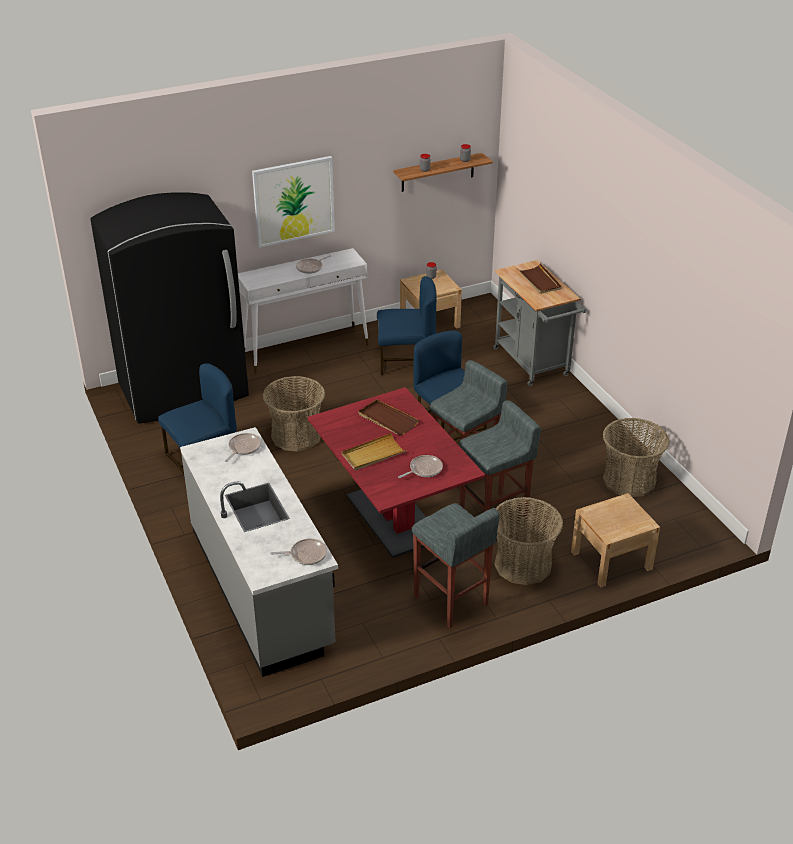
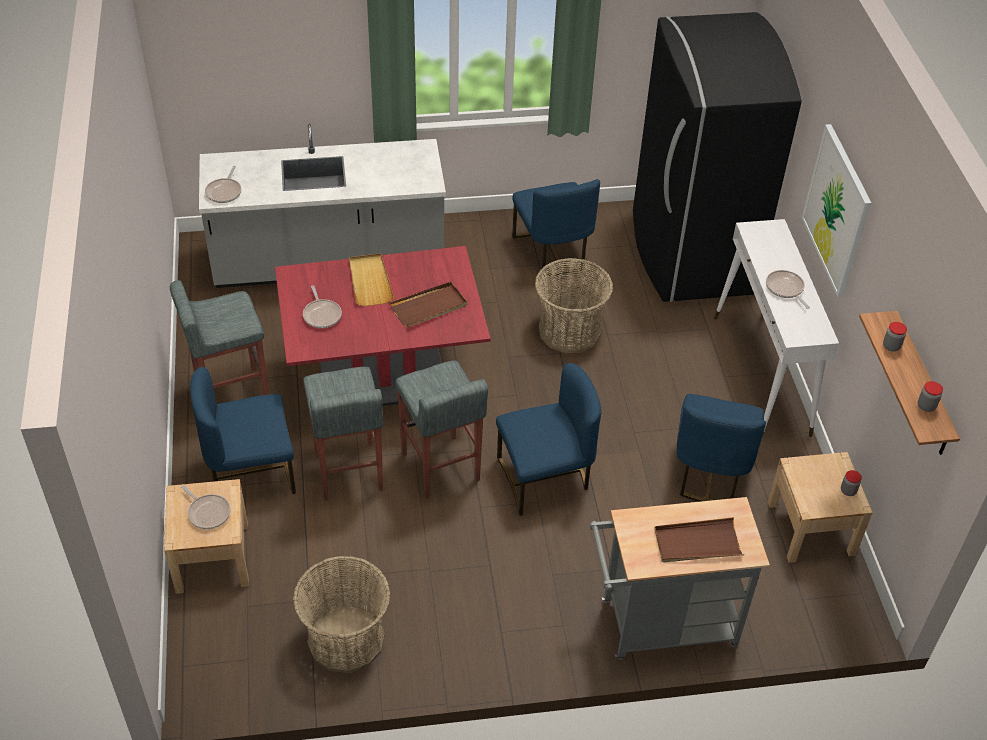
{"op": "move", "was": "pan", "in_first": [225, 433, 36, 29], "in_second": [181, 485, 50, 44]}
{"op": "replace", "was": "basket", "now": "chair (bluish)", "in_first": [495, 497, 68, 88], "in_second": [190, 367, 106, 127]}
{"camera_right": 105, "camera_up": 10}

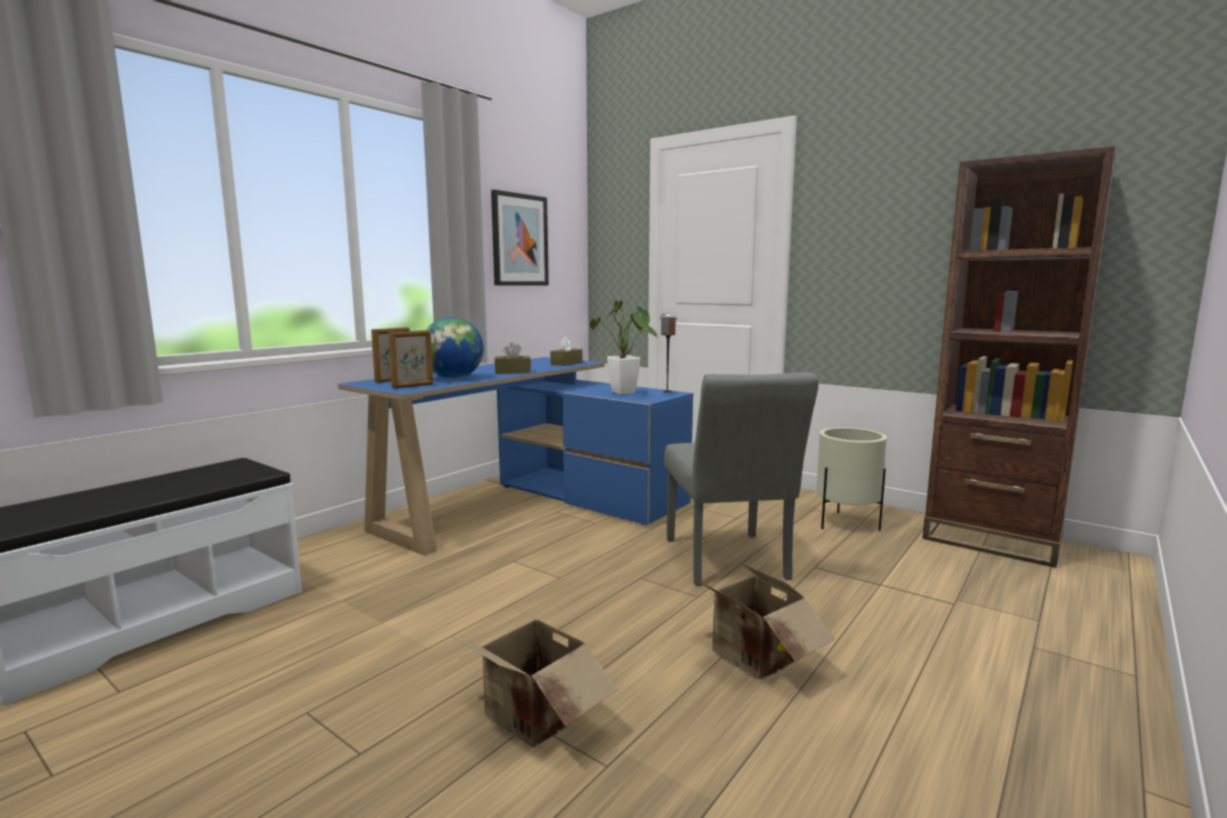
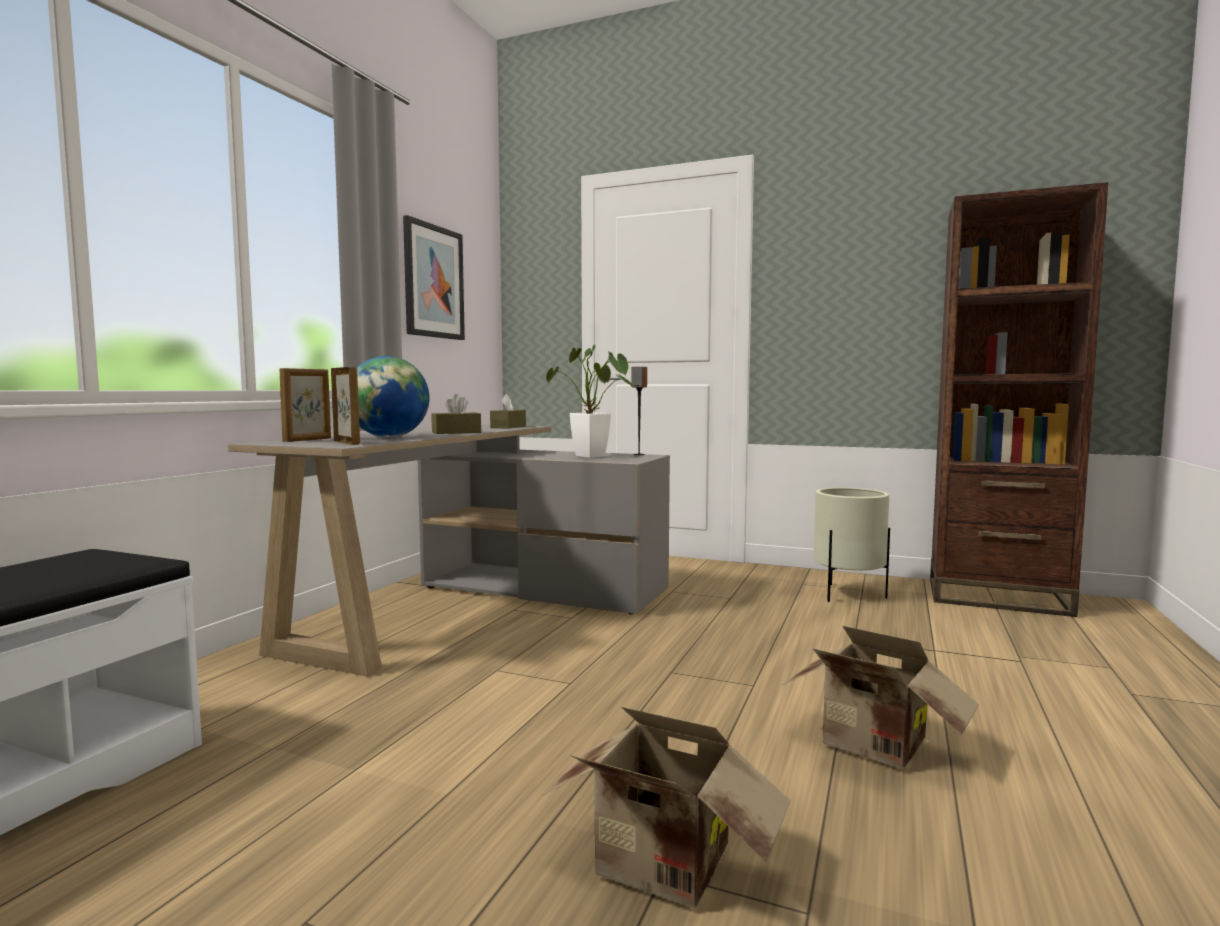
{"op": "delete", "was": "chair (gray)", "in_first": [664, 372, 154, 214]}
{"op": "recolor", "was": "desk table (bluish)", "now": "desk table (gray)", "in_first": [338, 357, 356, 199], "in_second": [228, 425, 442, 252]}
{"op": "rotate", "was": "photo frame", "in_first": [388, 330, 45, 59], "in_second": [331, 367, 29, 78], "clockwise": -75}
{"camera_right": -15, "camera_up": -5}

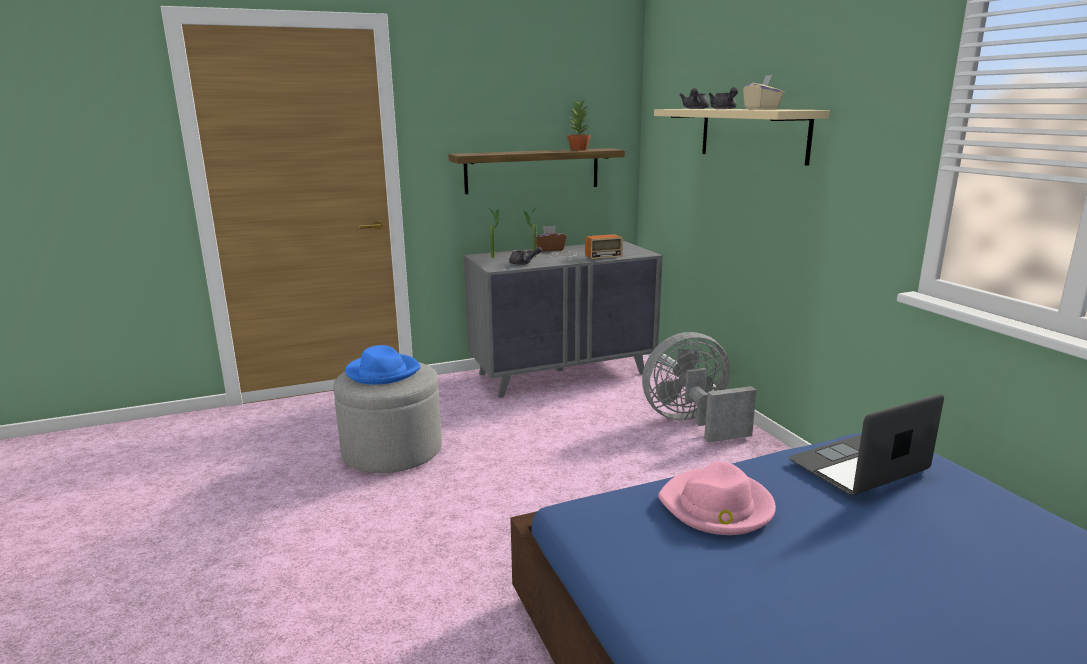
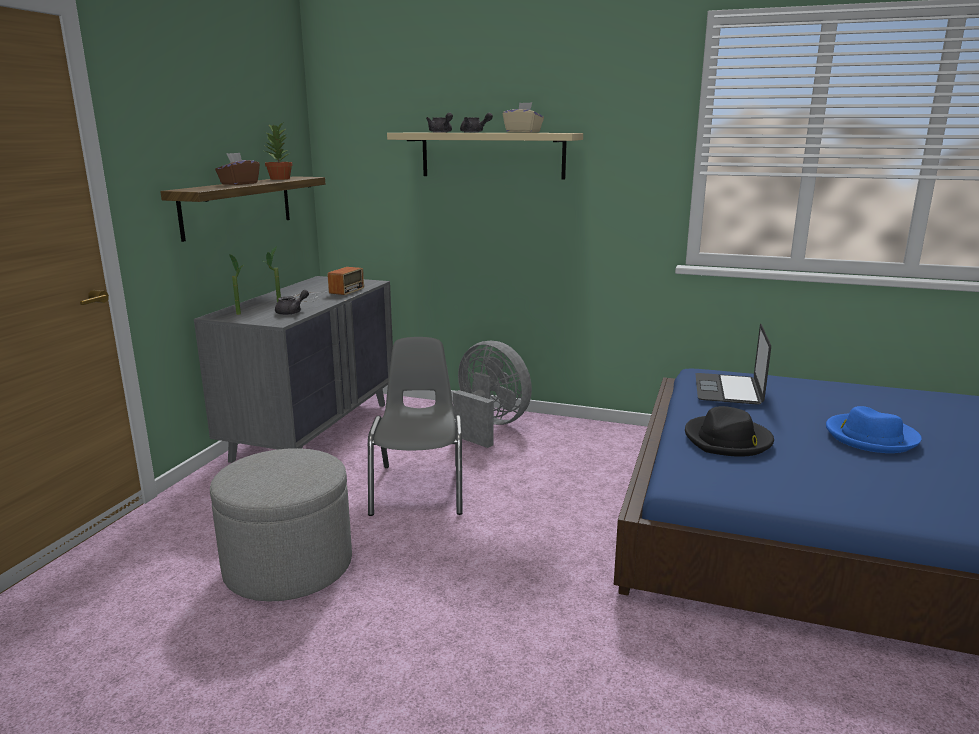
{"op": "insert", "now": "chair (gray)", "in_second": [368, 337, 94, 179]}
{"op": "move", "was": "hat (bluish)", "in_first": [345, 345, 75, 40], "in_second": [826, 406, 96, 47]}
{"op": "move", "was": "tissue holder (brown-coloured)", "in_first": [536, 225, 31, 27], "in_second": [215, 153, 45, 32]}
{"op": "recolor", "was": "hat (pink)", "now": "hat (black-coloured)", "in_first": [658, 462, 118, 73], "in_second": [685, 406, 89, 51]}
{"op": "rotate", "was": "cooling fan (gray)", "in_first": [642, 332, 115, 110], "in_second": [453, 341, 79, 107], "clockwise": 105}
{"camera_right": -50, "camera_up": 0}

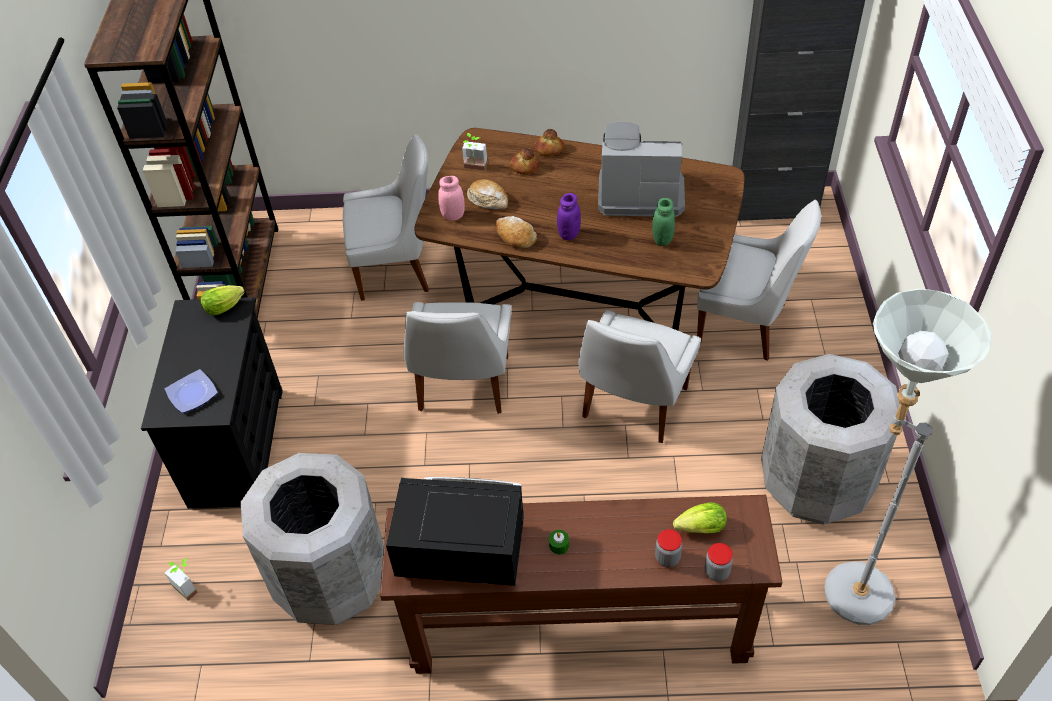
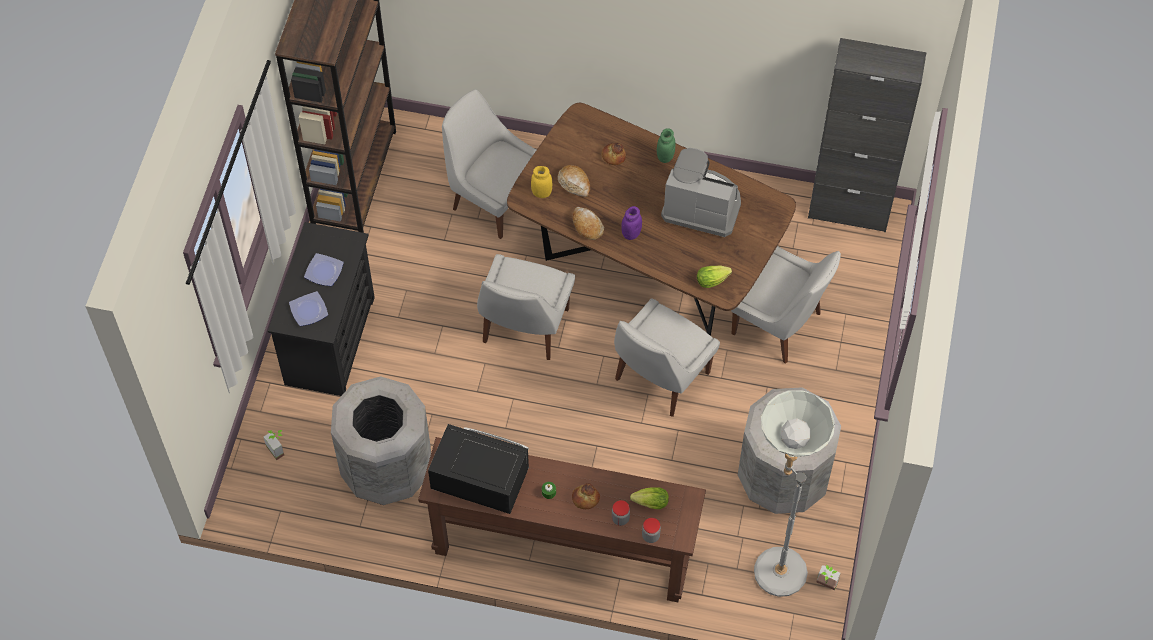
{"op": "insert", "now": "plate", "in_second": [304, 253, 40, 33]}
{"op": "move", "was": "head of lettuce", "in_first": [201, 285, 44, 30], "in_second": [697, 265, 35, 23]}
{"op": "move", "was": "potted plant", "in_first": [462, 133, 26, 38], "in_second": [817, 564, 24, 26]}
{"op": "move", "was": "baked bread", "in_first": [535, 129, 28, 27], "in_second": [572, 483, 28, 26]}
{"op": "move", "was": "storage jar (green)", "in_first": [652, 198, 23, 48], "in_second": [657, 128, 18, 35]}
{"op": "recolor", "was": "storage jar (pink)", "now": "storage jar (yellow-coloured)", "in_first": [438, 176, 27, 44], "in_second": [531, 166, 21, 32]}
{"op": "rotate", "was": "chair (white-coloured)", "in_first": [343, 134, 86, 167], "in_second": [442, 90, 94, 149], "clockwise": -150}
{"camera_right": 10, "camera_up": 10}

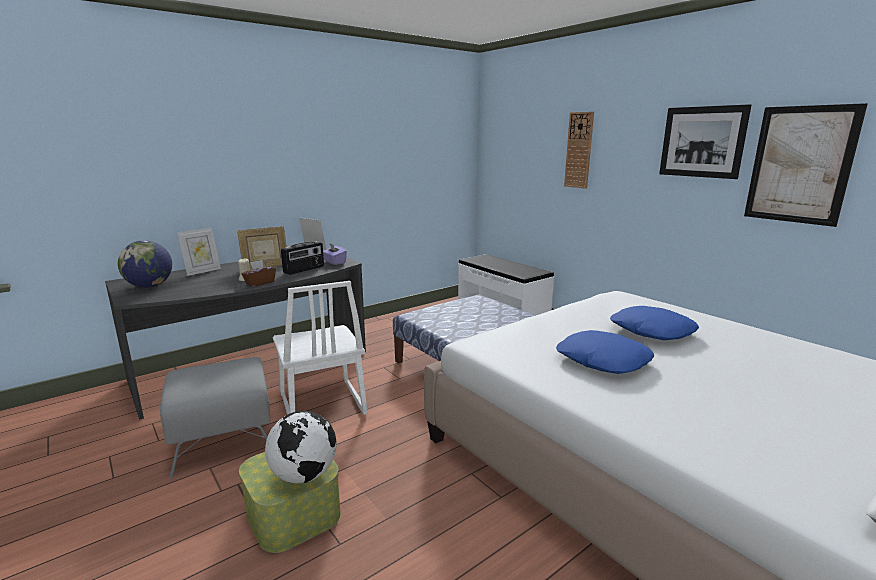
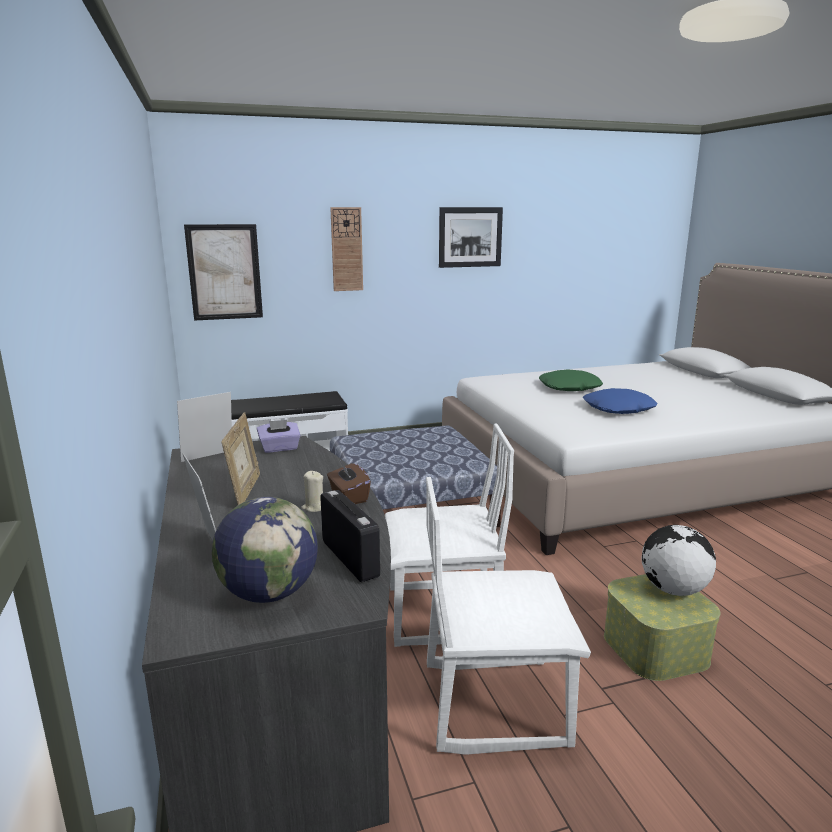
{"op": "move", "was": "radio receiver", "in_first": [281, 241, 43, 34], "in_second": [320, 490, 60, 92]}
{"op": "move", "was": "picture", "in_first": [744, 103, 124, 124], "in_second": [184, 224, 79, 97]}
{"op": "replace", "was": "ottoman (gray)", "now": "chair (white-coloured)", "in_first": [160, 357, 110, 121], "in_second": [426, 477, 165, 278]}
{"op": "recolor", "was": "throw pillow (bluish)", "now": "throw pillow (green)", "in_first": [610, 306, 89, 34], "in_second": [539, 369, 64, 22]}
{"camera_right": -70, "camera_up": 0}

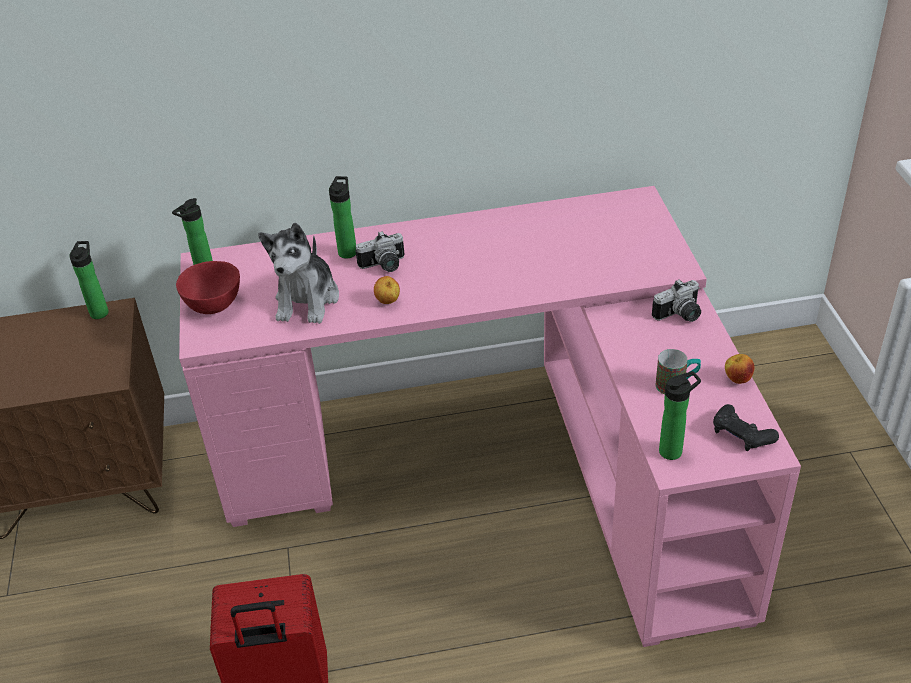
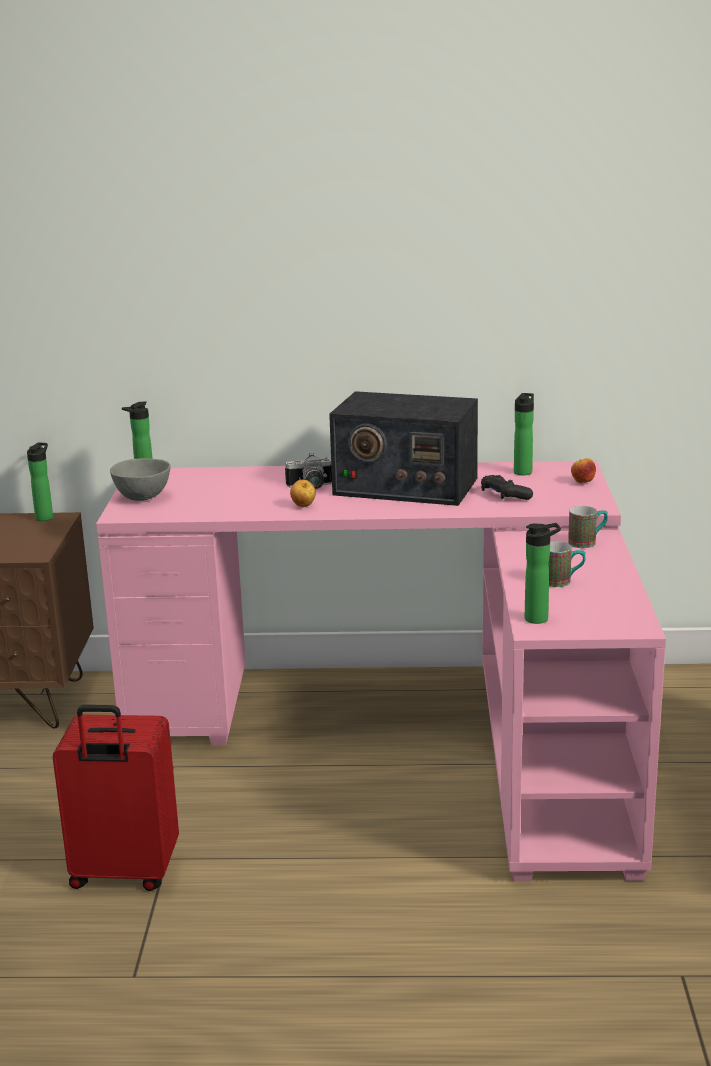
{"op": "delete", "was": "soft toy", "in_first": [258, 223, 81, 101]}
{"op": "insert", "now": "radio receiver", "in_second": [329, 391, 149, 115]}
{"op": "move", "was": "bottle", "in_first": [329, 176, 27, 83], "in_second": [514, 393, 20, 82]}
{"op": "move", "was": "game controller (black-coloured)", "in_first": [713, 404, 66, 47], "in_second": [481, 475, 52, 25]}
{"op": "move", "was": "apple fruit", "in_first": [725, 354, 29, 30], "in_second": [571, 458, 25, 25]}
{"op": "replace", "was": "photo camera", "now": "tea mug", "in_first": [652, 279, 49, 43], "in_second": [568, 506, 40, 42]}
{"op": "recolor", "was": "bowl (red)", "now": "bowl (gray)", "in_first": [176, 261, 64, 53], "in_second": [110, 458, 61, 43]}
{"camera_right": 10, "camera_up": -20}

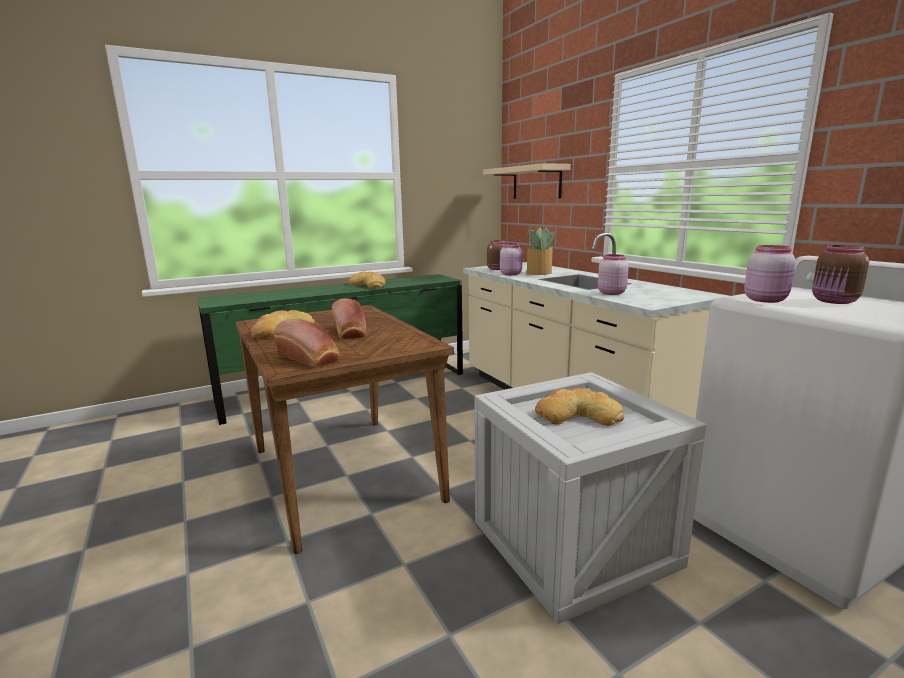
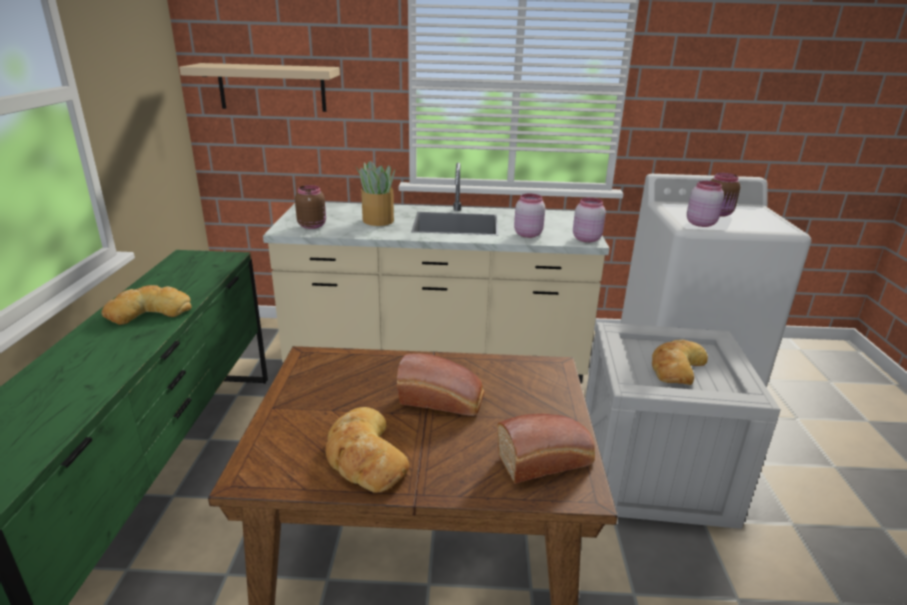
{"op": "move", "was": "storage jar (pink)", "in_first": [500, 243, 22, 32], "in_second": [573, 198, 33, 44]}
{"camera_right": -60, "camera_up": 10}

